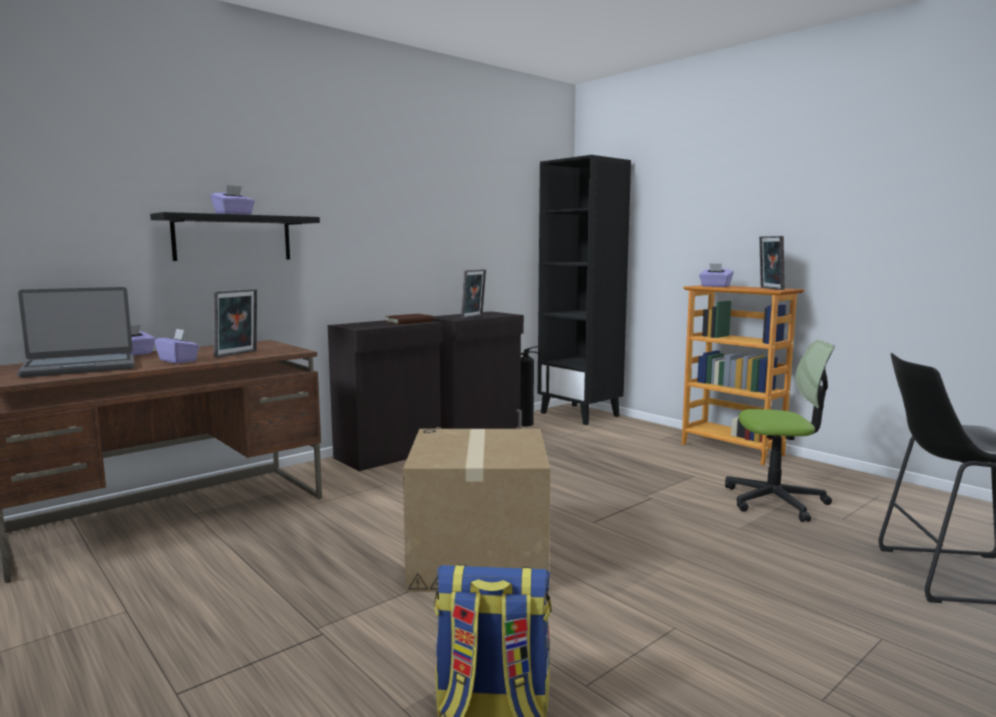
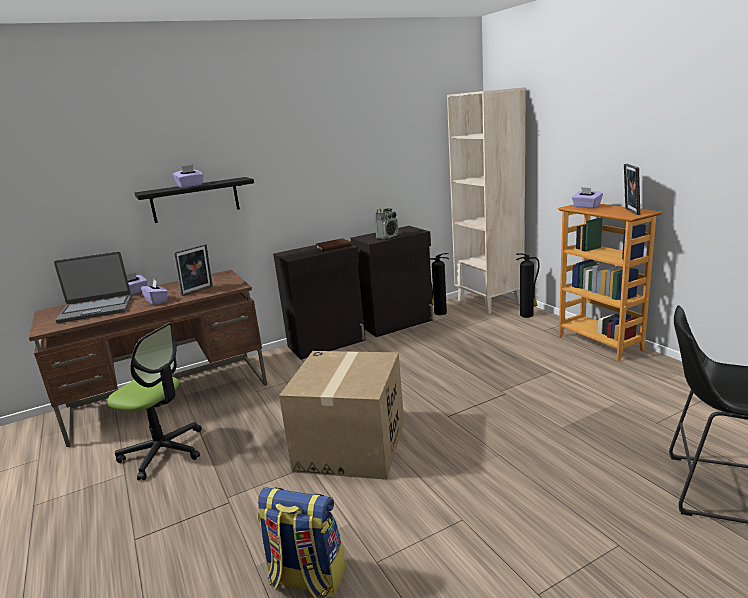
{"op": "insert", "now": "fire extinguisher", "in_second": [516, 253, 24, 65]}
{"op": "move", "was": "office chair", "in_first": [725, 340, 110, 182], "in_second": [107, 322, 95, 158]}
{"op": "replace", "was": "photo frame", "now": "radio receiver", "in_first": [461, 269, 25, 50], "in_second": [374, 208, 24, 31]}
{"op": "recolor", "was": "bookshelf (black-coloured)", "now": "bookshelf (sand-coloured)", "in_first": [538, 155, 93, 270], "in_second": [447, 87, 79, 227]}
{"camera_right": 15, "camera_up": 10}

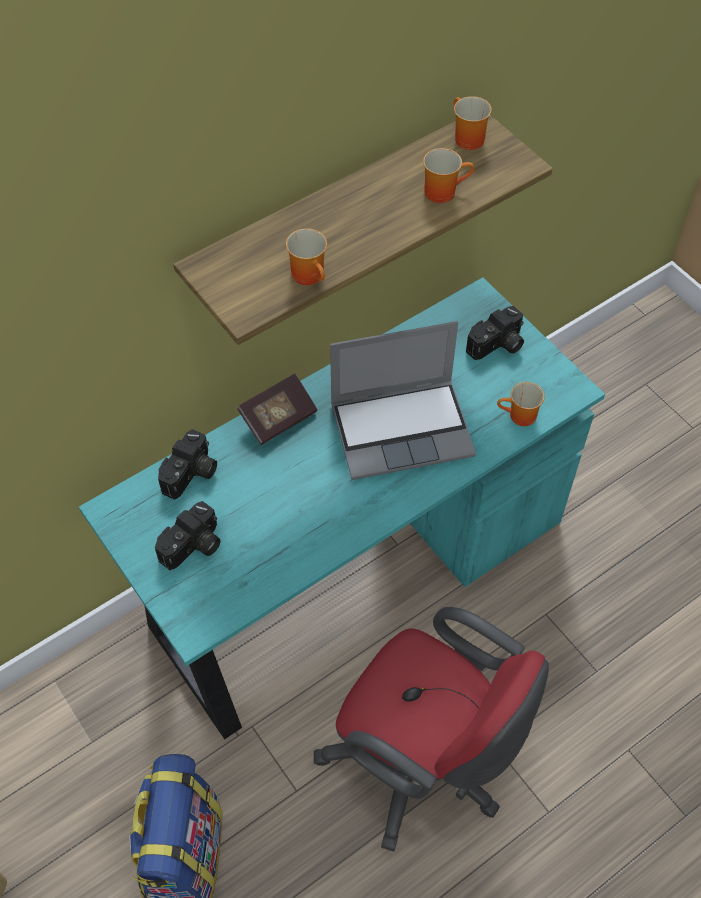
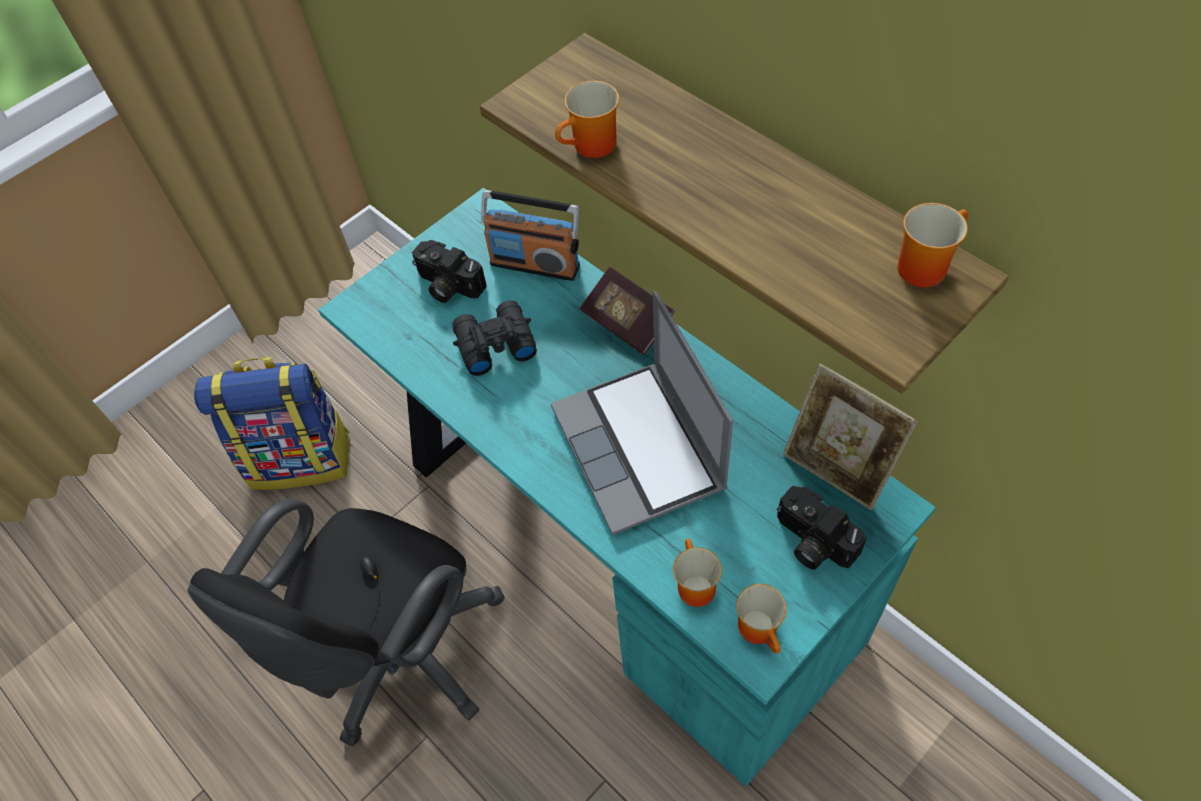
{"op": "insert", "now": "field glasses (black-coloured)", "in_second": [453, 300, 84, 76]}
{"op": "insert", "now": "photo frame", "in_second": [783, 363, 135, 147]}
{"op": "move", "was": "tea mug", "in_first": [423, 148, 51, 55], "in_second": [736, 584, 51, 69]}
{"op": "replace", "was": "photo camera", "now": "radio receiver", "in_first": [158, 429, 59, 71], "in_second": [481, 190, 99, 91]}
{"op": "recolor", "was": "office chair (red)", "now": "office chair (black-coloured)", "in_first": [314, 607, 235, 244], "in_second": [188, 499, 317, 247]}
{"camera_right": 85, "camera_up": 0}

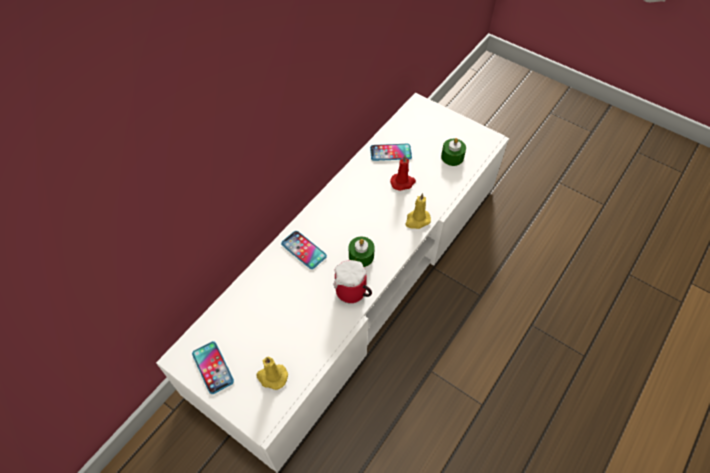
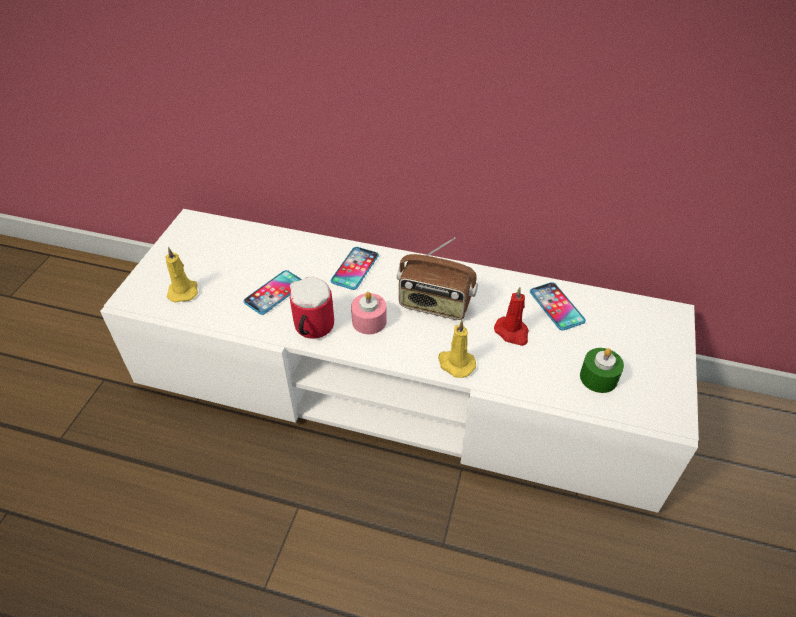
{"op": "insert", "now": "radio receiver", "in_second": [397, 237, 81, 83]}
{"op": "move", "was": "handset", "in_first": [192, 341, 42, 53], "in_second": [244, 270, 58, 45]}
{"op": "recolor", "was": "wax light (green)", "now": "wax light (pink)", "in_first": [349, 237, 26, 30], "in_second": [351, 292, 36, 42]}
{"camera_right": 70, "camera_up": -10}

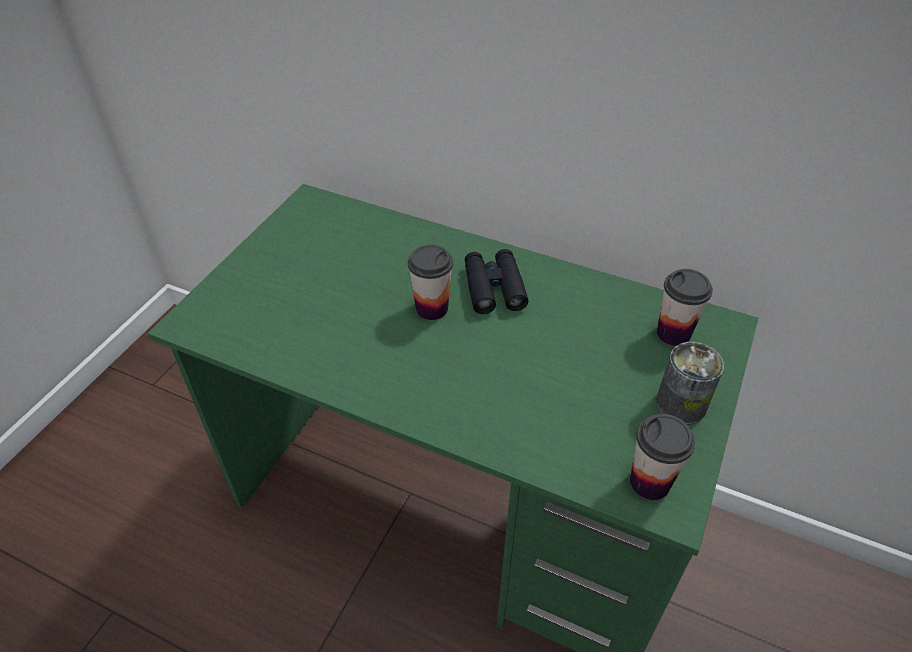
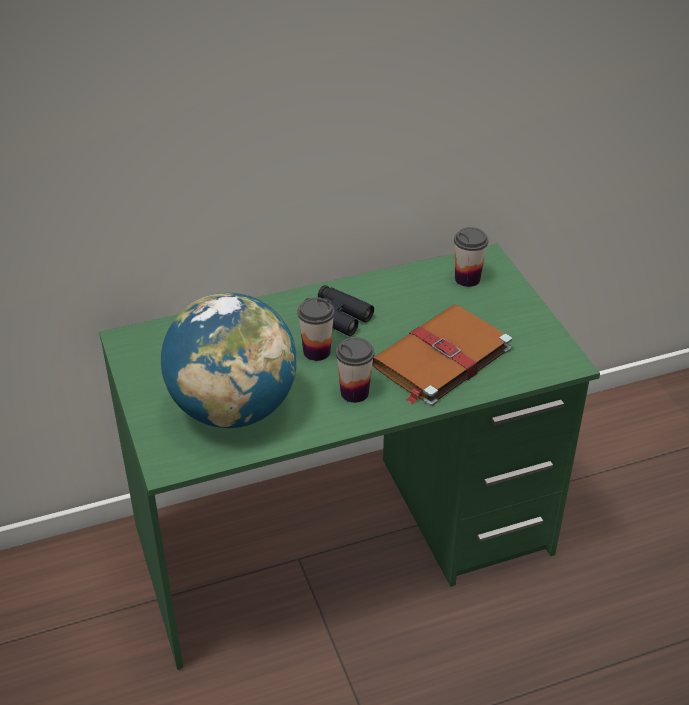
{"op": "delete", "was": "metal can", "in_first": [656, 342, 68, 82]}
{"op": "insert", "now": "globe", "in_second": [161, 293, 136, 135]}
{"op": "insert", "now": "book (brown-coloured)", "in_second": [372, 305, 140, 101]}
{"op": "move", "was": "small cup", "in_first": [630, 414, 65, 86], "in_second": [336, 337, 39, 66]}
{"camera_right": -45, "camera_up": -5}

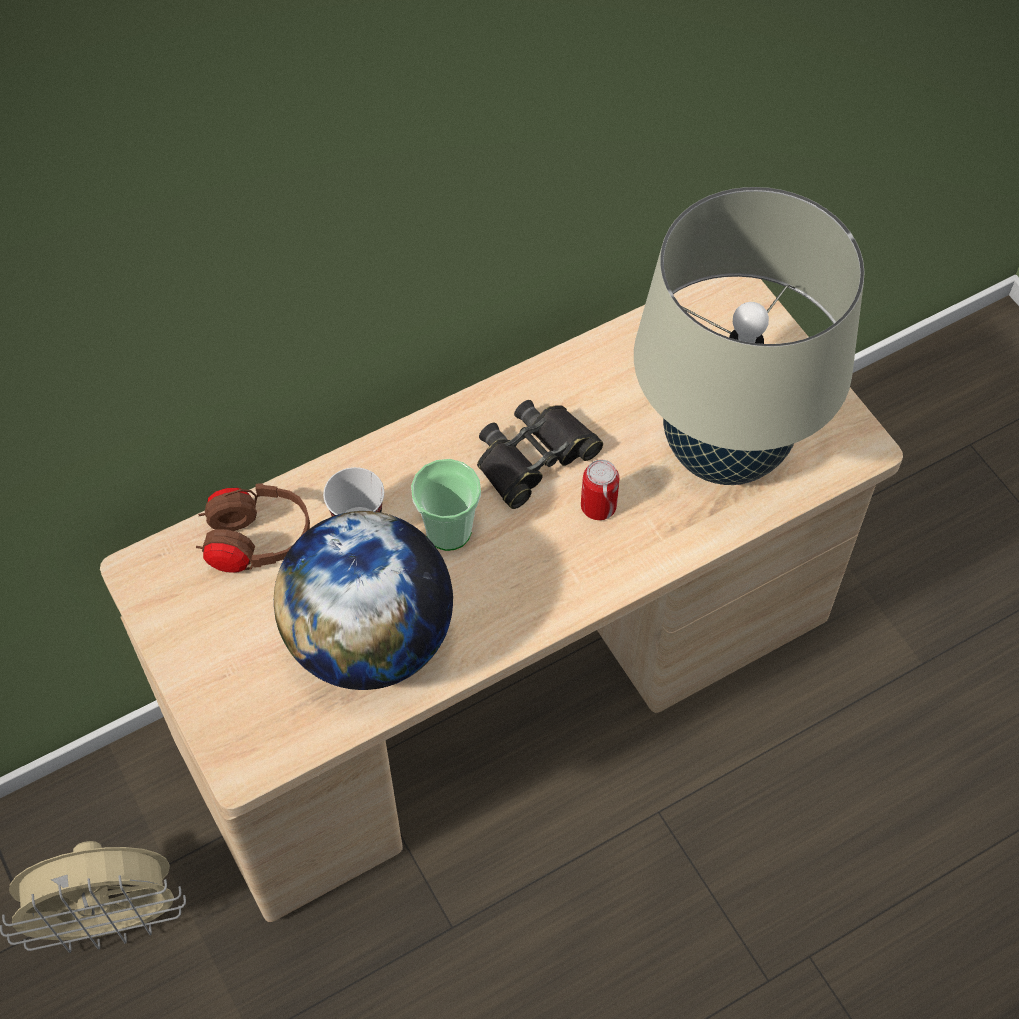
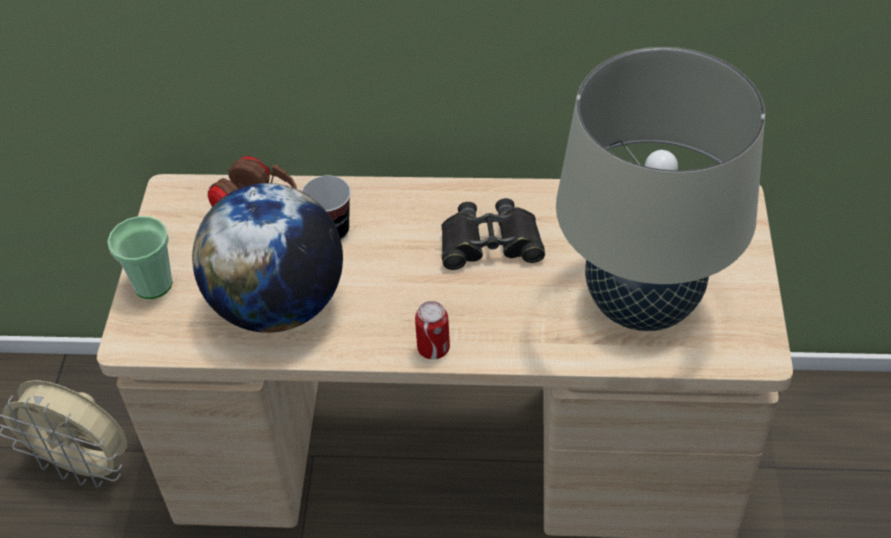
{"op": "move", "was": "small cup", "in_first": [411, 459, 70, 92], "in_second": [107, 216, 66, 83]}
{"op": "move", "was": "metal can", "in_first": [581, 460, 38, 60], "in_second": [415, 301, 35, 58]}
{"camera_right": 35, "camera_up": -10}

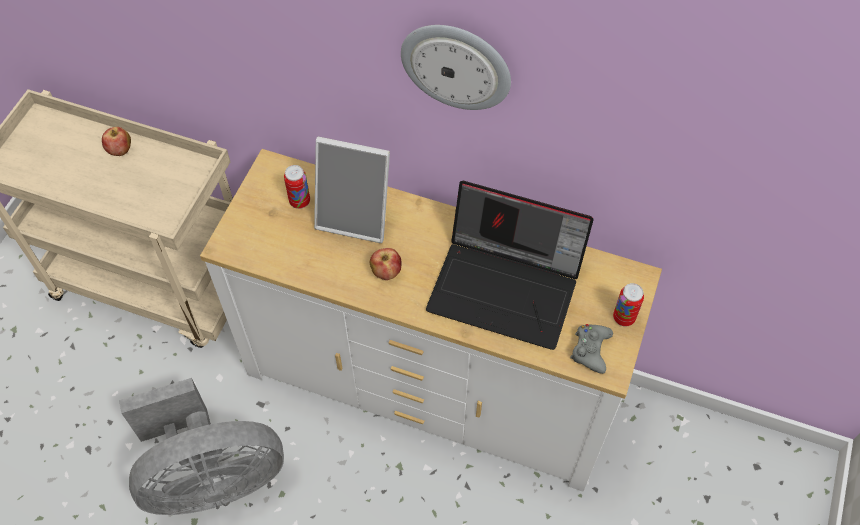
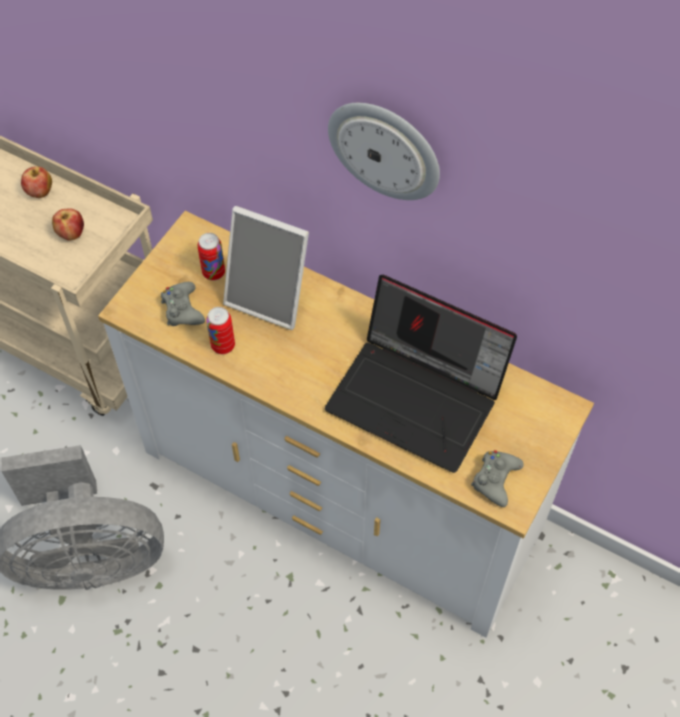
{"op": "insert", "now": "game controller (gray)", "in_second": [161, 282, 44, 44]}
{"op": "move", "was": "apple fruit", "in_first": [370, 248, 31, 32], "in_second": [52, 208, 32, 33]}
{"op": "move", "was": "metal can", "in_first": [613, 283, 31, 44], "in_second": [206, 307, 29, 47]}
{"camera_right": 10, "camera_up": 0}

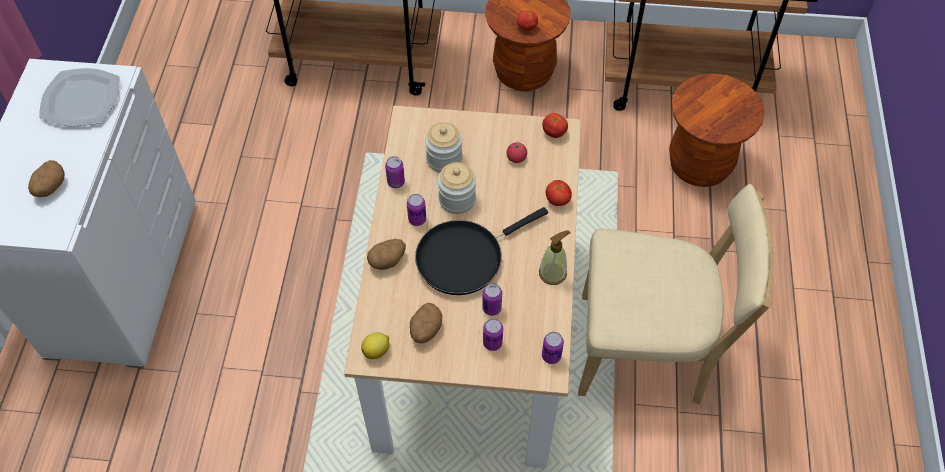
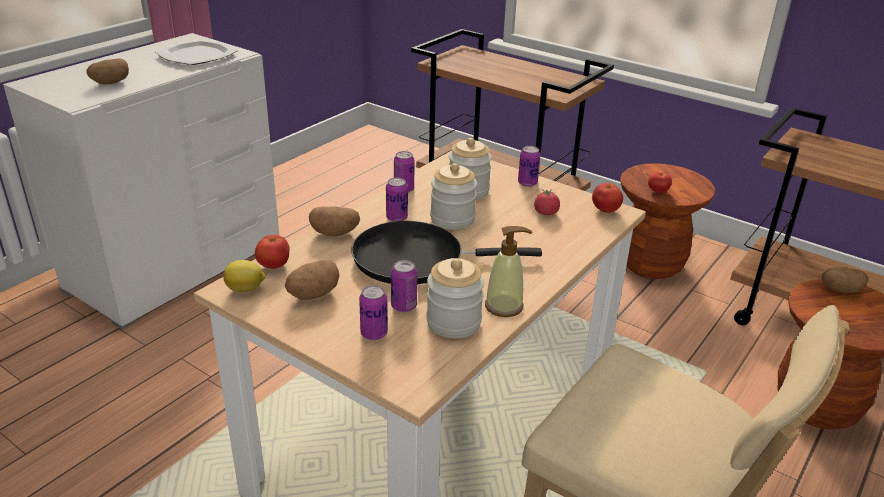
{"op": "insert", "now": "storage jar", "in_second": [426, 258, 58, 80]}
{"op": "insert", "now": "potato", "in_second": [822, 267, 46, 26]}
{"op": "move", "was": "metal can", "in_first": [542, 332, 22, 32], "in_second": [518, 146, 23, 41]}
{"op": "move", "was": "fresh tomato", "in_first": [546, 180, 26, 26], "in_second": [255, 235, 35, 34]}
{"camera_right": 30, "camera_up": -25}

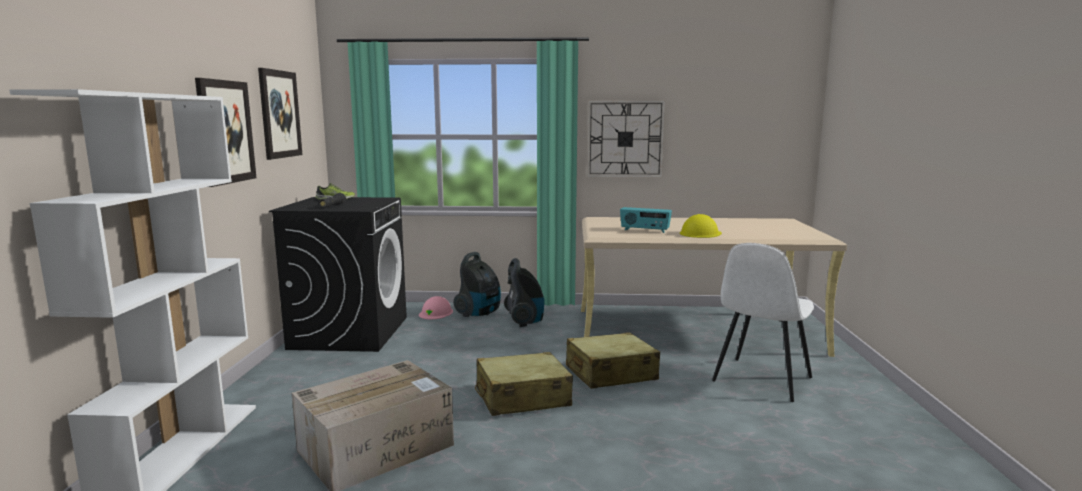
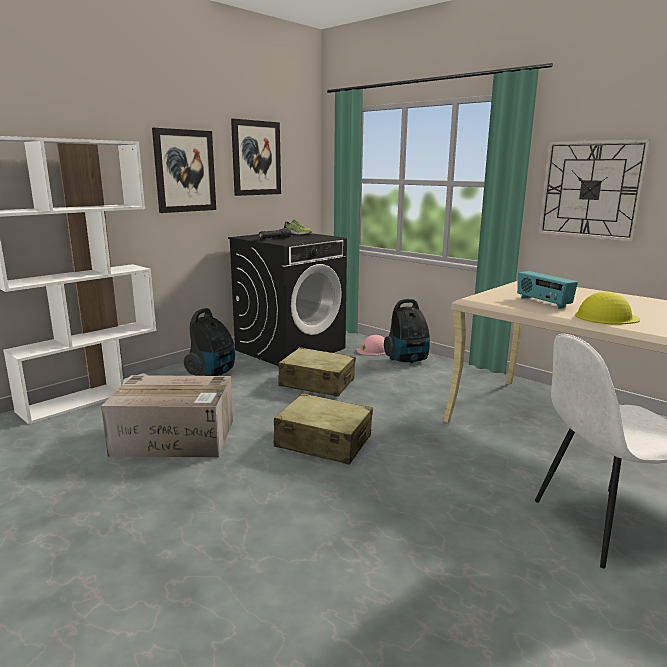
{"op": "move", "was": "hoover", "in_first": [504, 258, 41, 69], "in_second": [184, 308, 51, 68]}
{"op": "move", "was": "suitcase (sand-coloured)", "in_first": [566, 332, 94, 57], "in_second": [278, 347, 78, 50]}
{"camera_right": 40, "camera_up": 5}

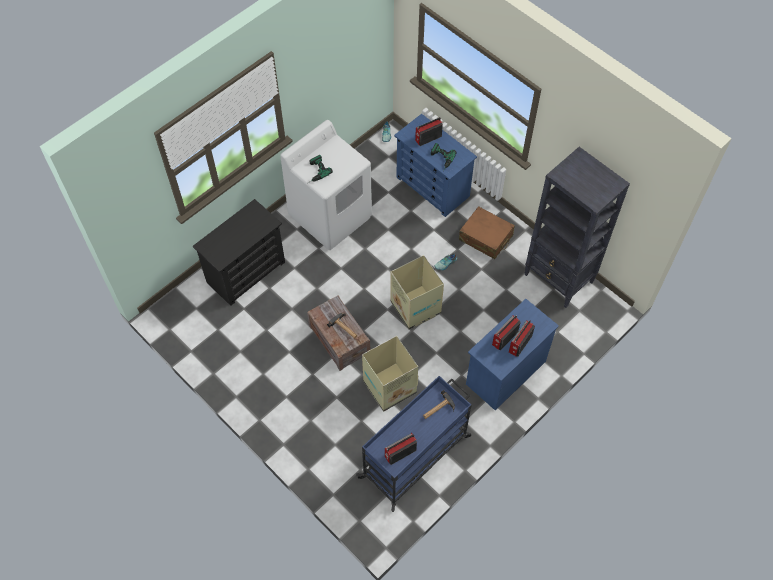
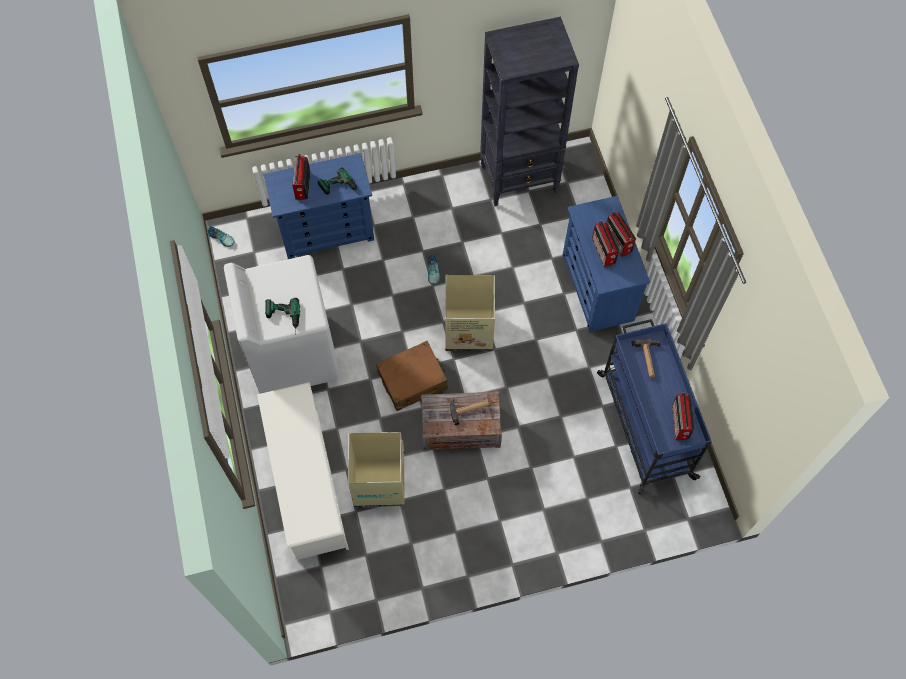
{"op": "move", "was": "cardboard box", "in_first": [362, 336, 56, 76], "in_second": [348, 432, 57, 75]}
{"op": "move", "was": "suitcase (brown-coloured)", "in_first": [459, 206, 56, 53], "in_second": [376, 341, 72, 70]}
{"op": "replace", "was": "chest of drawers (black-coloured)", "now": "shoe rack (white-coloured)", "in_first": [193, 199, 92, 107], "in_second": [257, 382, 92, 178]}
{"camera_right": -60, "camera_up": 5}

